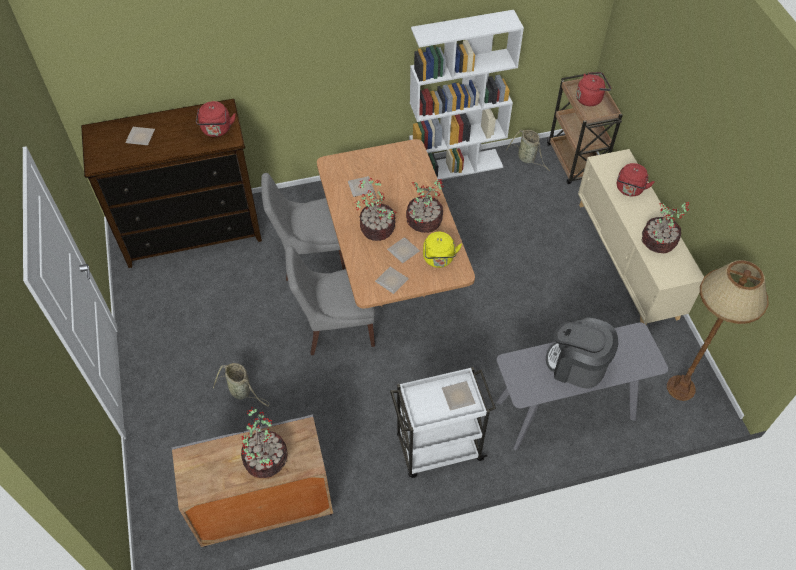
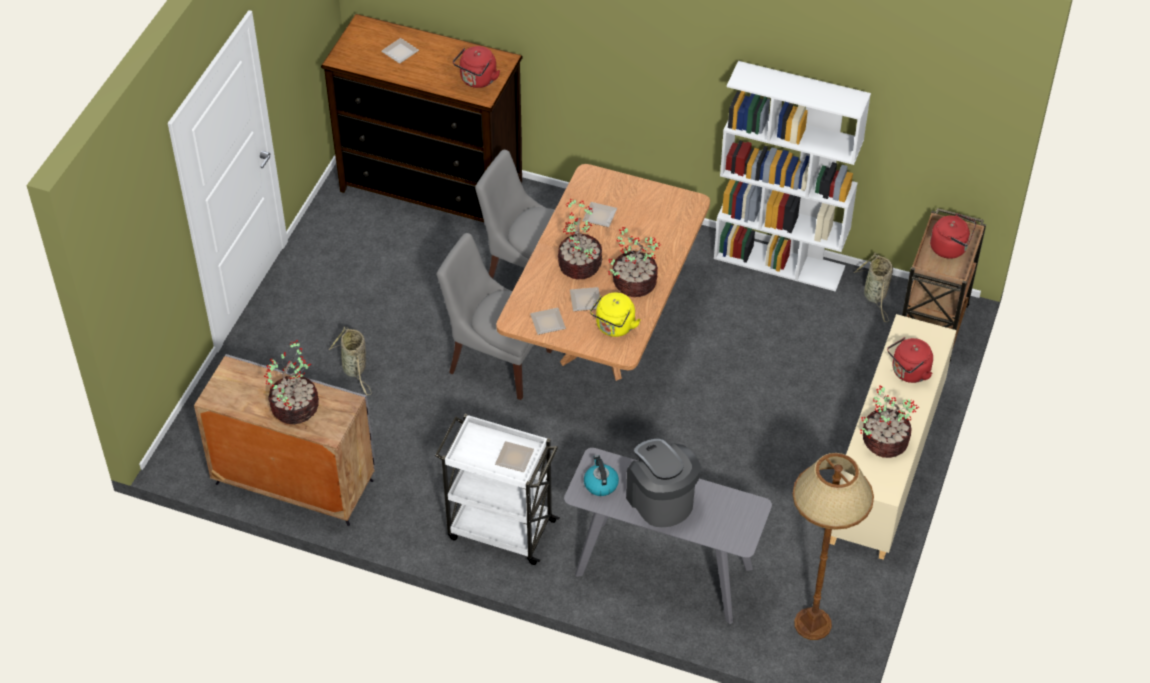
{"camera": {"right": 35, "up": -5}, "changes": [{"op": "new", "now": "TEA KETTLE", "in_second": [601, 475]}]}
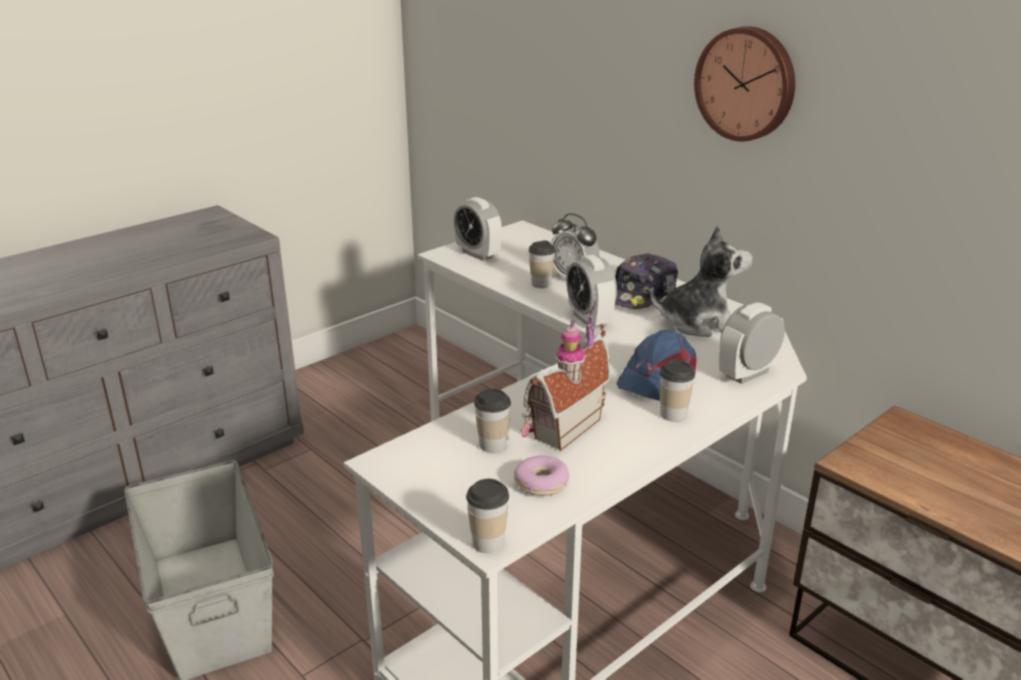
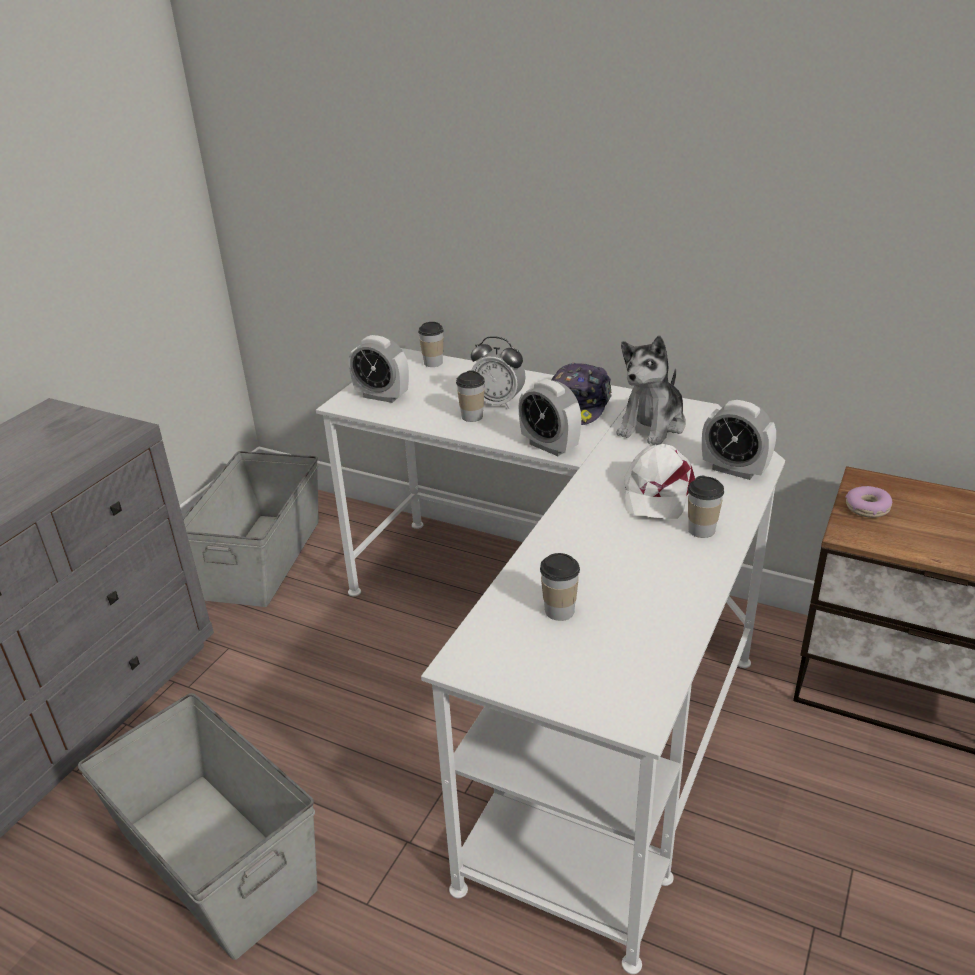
{"camera": {"right": -20, "up": 5}, "changes": [{"op": "shifted", "was": "DRINKING CUP", "in_first": [487, 516], "in_second": [431, 344]}, {"op": "shifted", "was": "RING DOUGHNUT", "in_first": [542, 476], "in_second": [868, 502]}, {"op": "gone", "was": "TOY HOUSE", "in_first": [565, 381]}, {"op": "repainted", "was": "BLUE-COLOURED CAP", "now": "WHITE-COLOURED CAP", "in_first": [656, 365], "in_second": [659, 481]}, {"op": "rotated", "was": "PLUSH TOY", "in_first": [701, 281], "in_second": [651, 390], "clockwise": 150}, {"op": "gone", "was": "HANGING CLOCK", "in_first": [744, 84]}, {"op": "rotated", "was": "ALARM CLOCK", "in_first": [752, 343], "in_second": [739, 440], "clockwise": -90}, {"op": "new", "now": "GRAY STORAGE BIN", "in_second": [251, 529]}]}
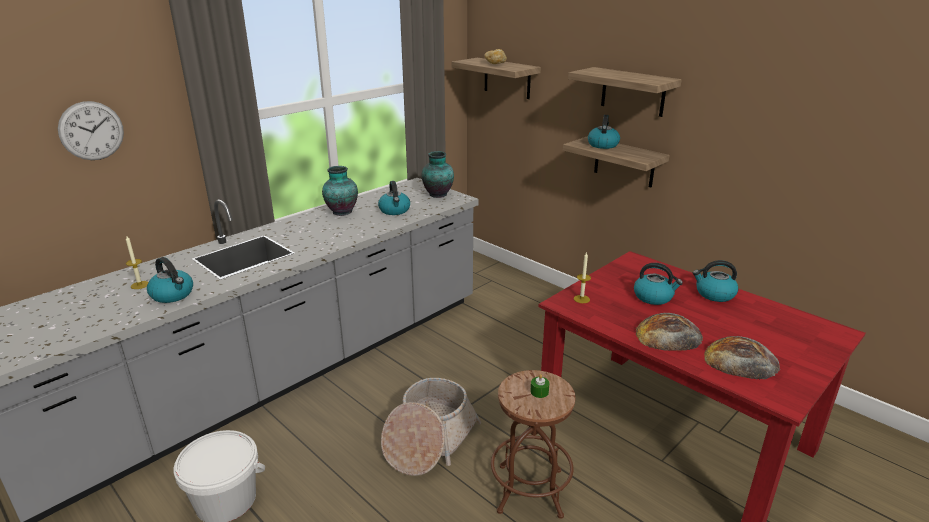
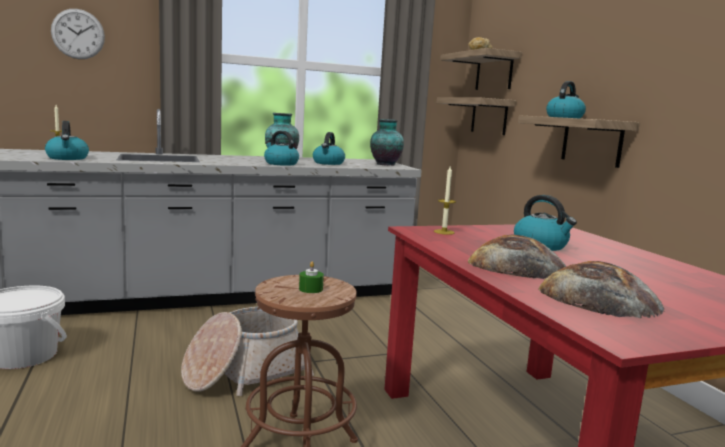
{"camera": {"right": 25, "up": -15}, "changes": [{"op": "shifted", "was": "BRACKET SHELF", "in_first": [625, 92], "in_second": [476, 116]}, {"op": "shifted", "was": "TEA KETTLE", "in_first": [715, 281], "in_second": [281, 148]}]}
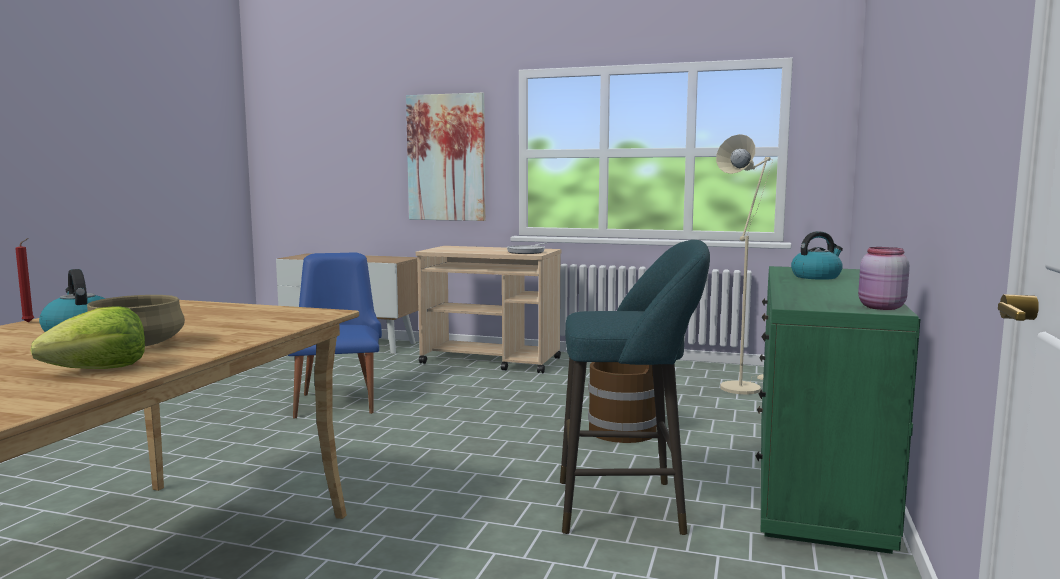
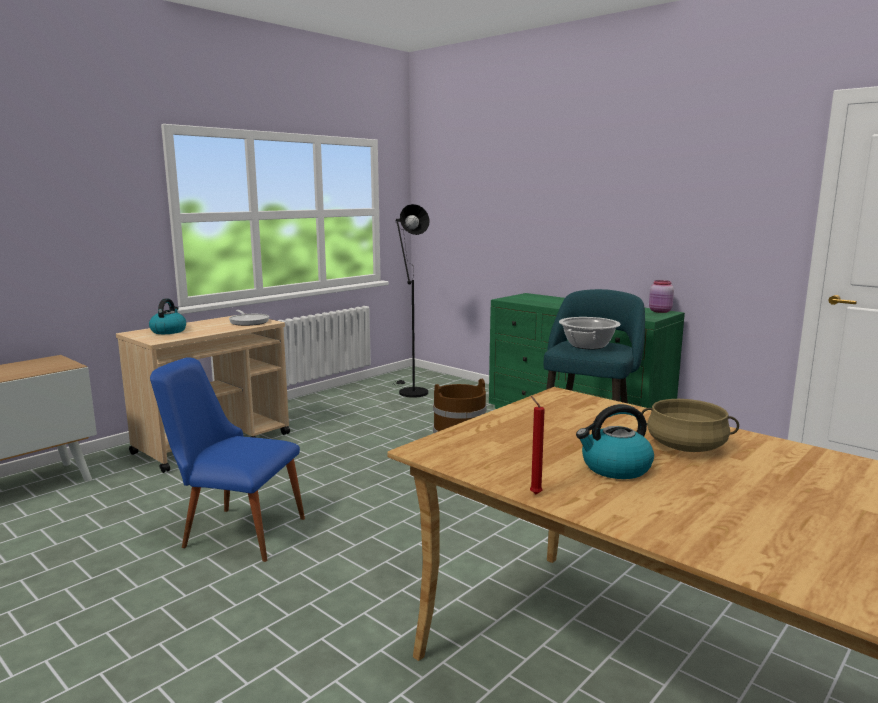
{"camera": {"right": -65, "up": 5}, "changes": [{"op": "gone", "was": "LETTUCE", "in_first": [87, 337]}, {"op": "gone", "was": "WALL ART", "in_first": [445, 157]}, {"op": "repainted", "was": "BEIGE STANDARD LAMP", "now": "BLACK STANDARD LAMP", "in_first": [744, 264], "in_second": [411, 301]}, {"op": "shifted", "was": "TEA KETTLE", "in_first": [817, 255], "in_second": [167, 316]}, {"op": "new", "now": "COOKING POT", "in_second": [590, 333]}]}
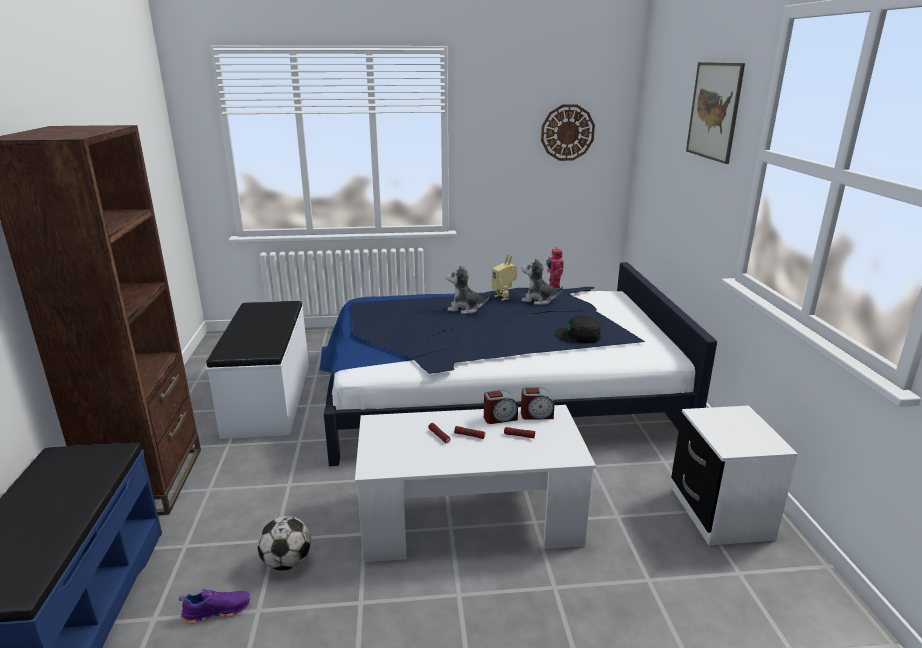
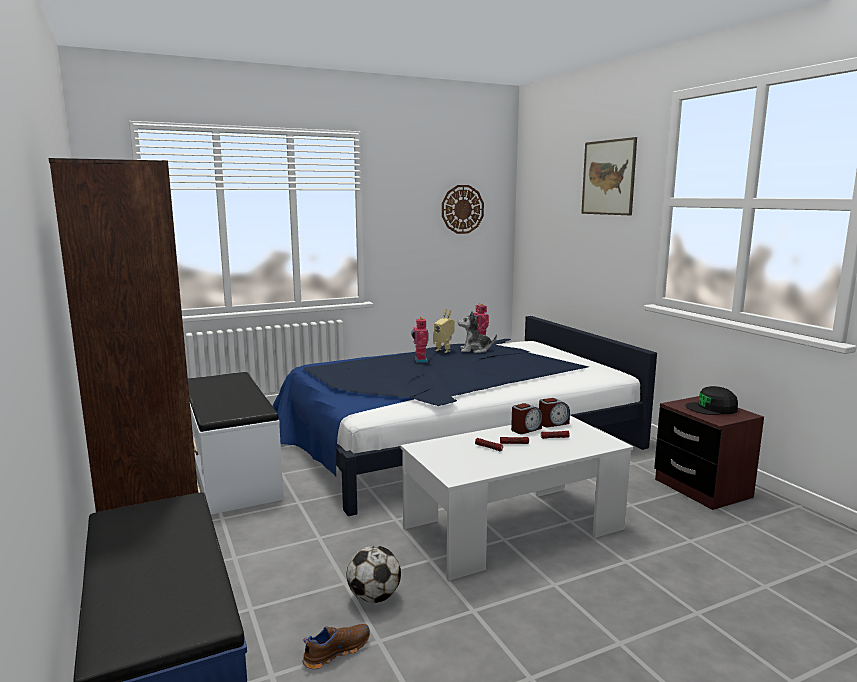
{"camera": {"right": -20, "up": -10}, "changes": [{"op": "repainted", "was": "PURPLE-COLOURED LOW SHOE", "now": "BROWN LOW SHOE", "in_first": [215, 606], "in_second": [336, 646]}, {"op": "swapped", "was": "PLUSH TOY", "now": "MODEL ROBOT", "in_first": [468, 289], "in_second": [420, 340]}, {"op": "shifted", "was": "BLACK CAP", "in_first": [578, 329], "in_second": [711, 400]}, {"op": "repainted", "was": "WHITE-COLOURED BEDSIDE TABLE", "now": "BROWN BEDSIDE TABLE", "in_first": [734, 475], "in_second": [709, 453]}]}
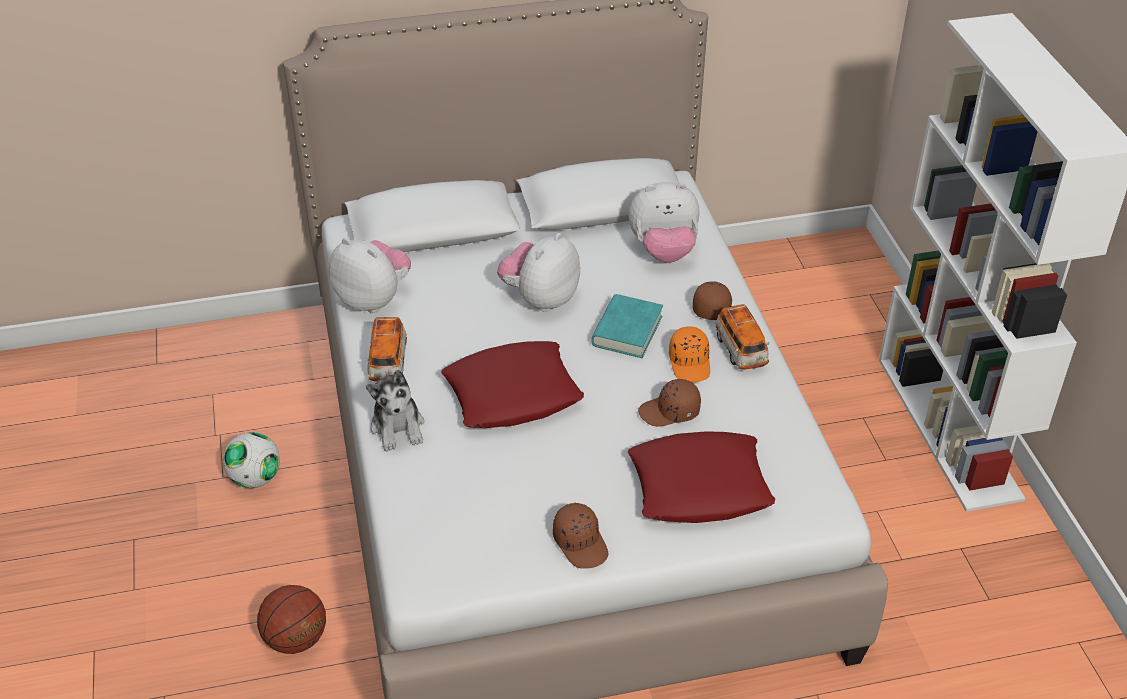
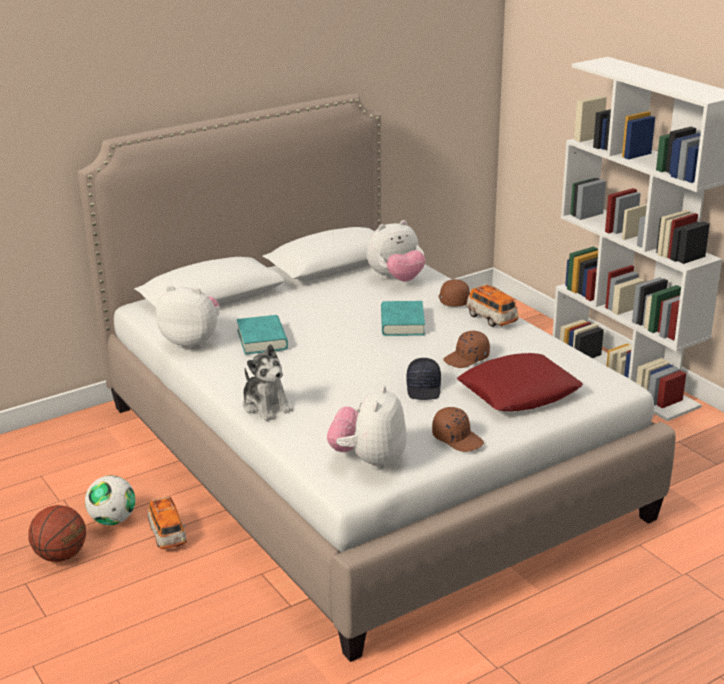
{"camera": {"right": -20, "up": -15}, "changes": [{"op": "shifted", "was": "BASKETBALL", "in_first": [291, 619], "in_second": [57, 533]}, {"op": "shifted", "was": "MODEL CAR", "in_first": [386, 349], "in_second": [167, 522]}, {"op": "gone", "was": "REDDISH CUSHION", "in_first": [512, 384]}, {"op": "shifted", "was": "PLUSH TOY", "in_first": [538, 272], "in_second": [367, 428]}, {"op": "gone", "was": "ORANGE CAP", "in_first": [689, 354]}, {"op": "new", "now": "BLUE-GREEN VOLUME", "in_second": [262, 335]}, {"op": "new", "now": "BLACK CAP", "in_second": [424, 379]}]}
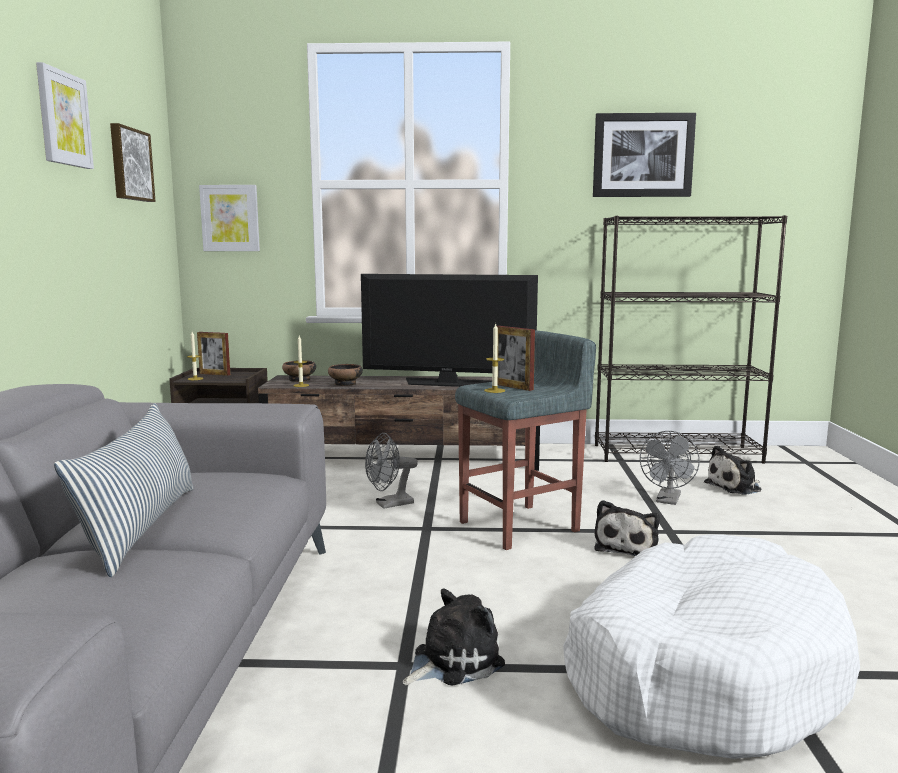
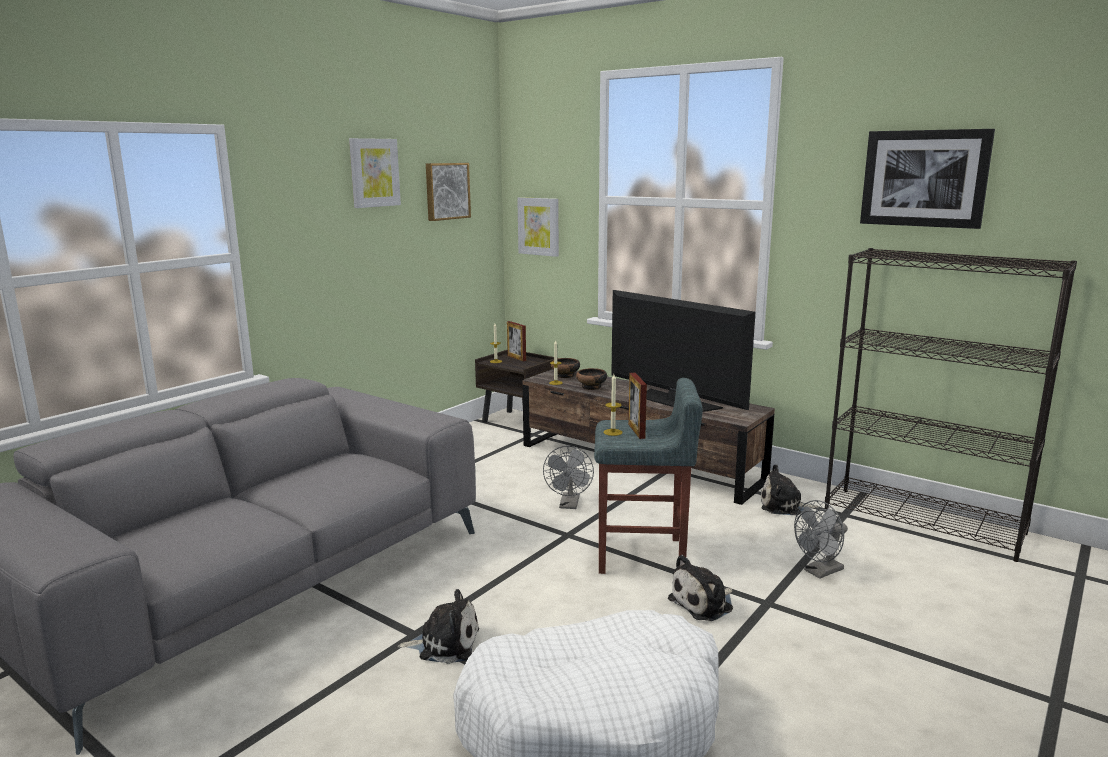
{"camera": {"right": 35, "up": 5}, "changes": [{"op": "gone", "was": "CUSHION", "in_first": [124, 490]}, {"op": "rotated", "was": "GRAY FAN", "in_first": [391, 471], "in_second": [568, 477], "clockwise": -90}, {"op": "shifted", "was": "PLUSH TOY", "in_first": [733, 470], "in_second": [790, 490]}]}
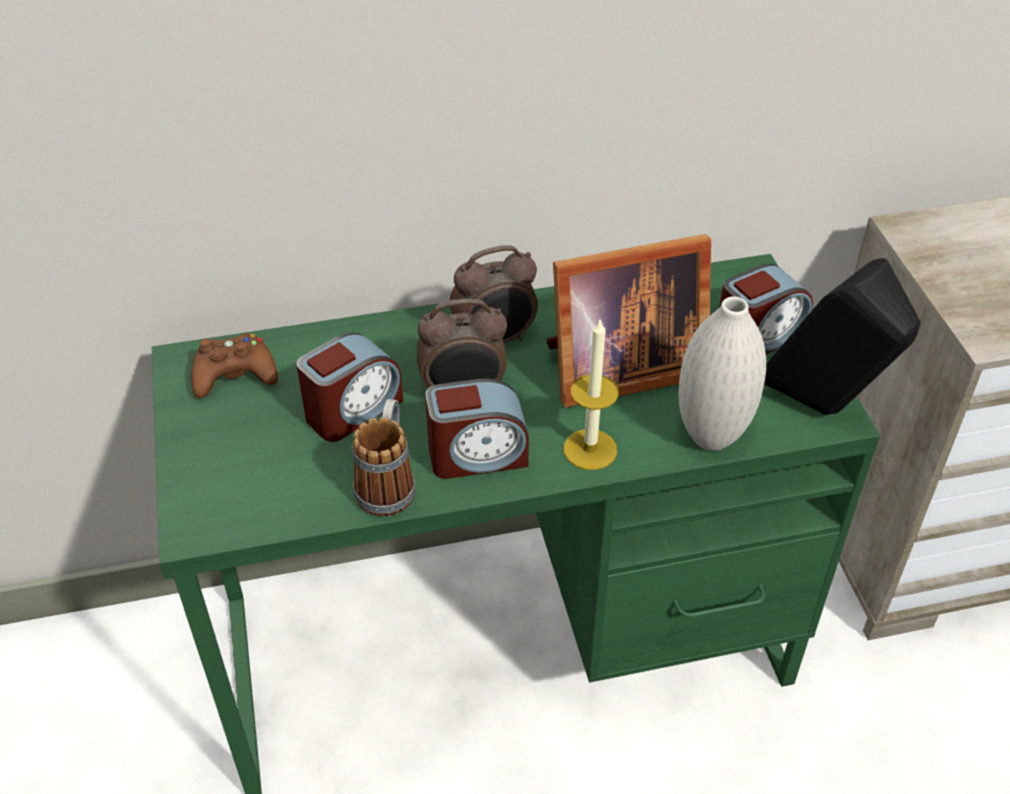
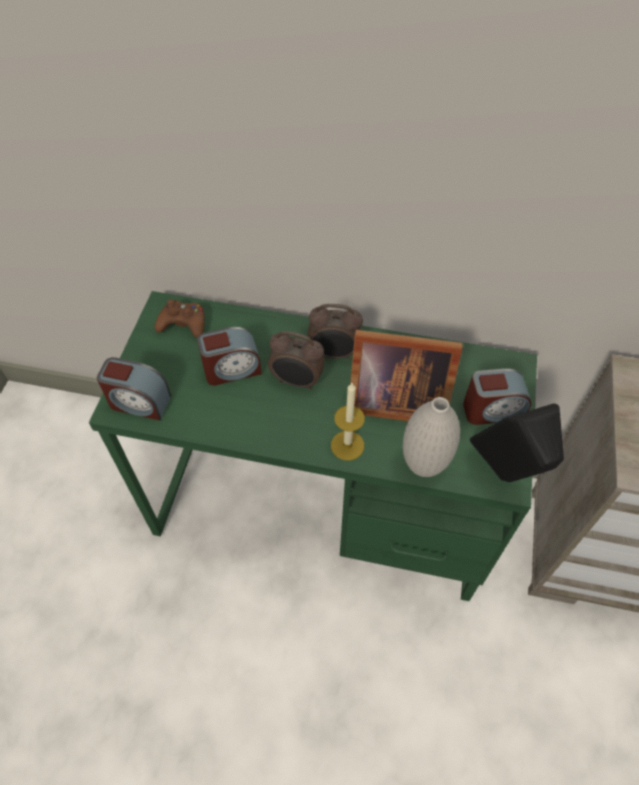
{"camera": {"right": 25, "up": 10}, "changes": [{"op": "gone", "was": "MUG", "in_first": [384, 457]}, {"op": "shifted", "was": "ALARM CLOCK", "in_first": [477, 428], "in_second": [134, 388]}]}
